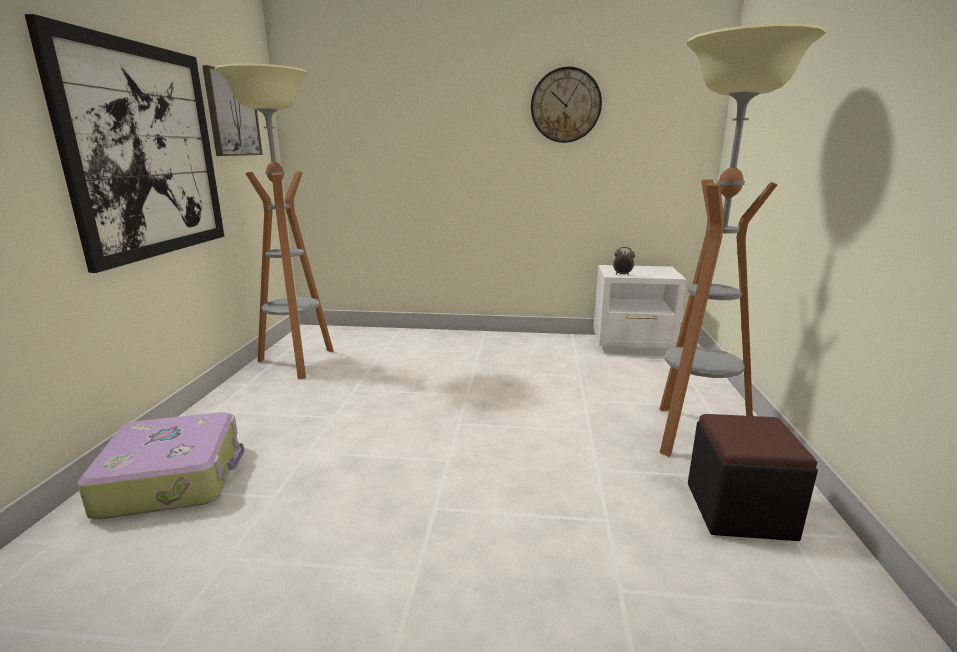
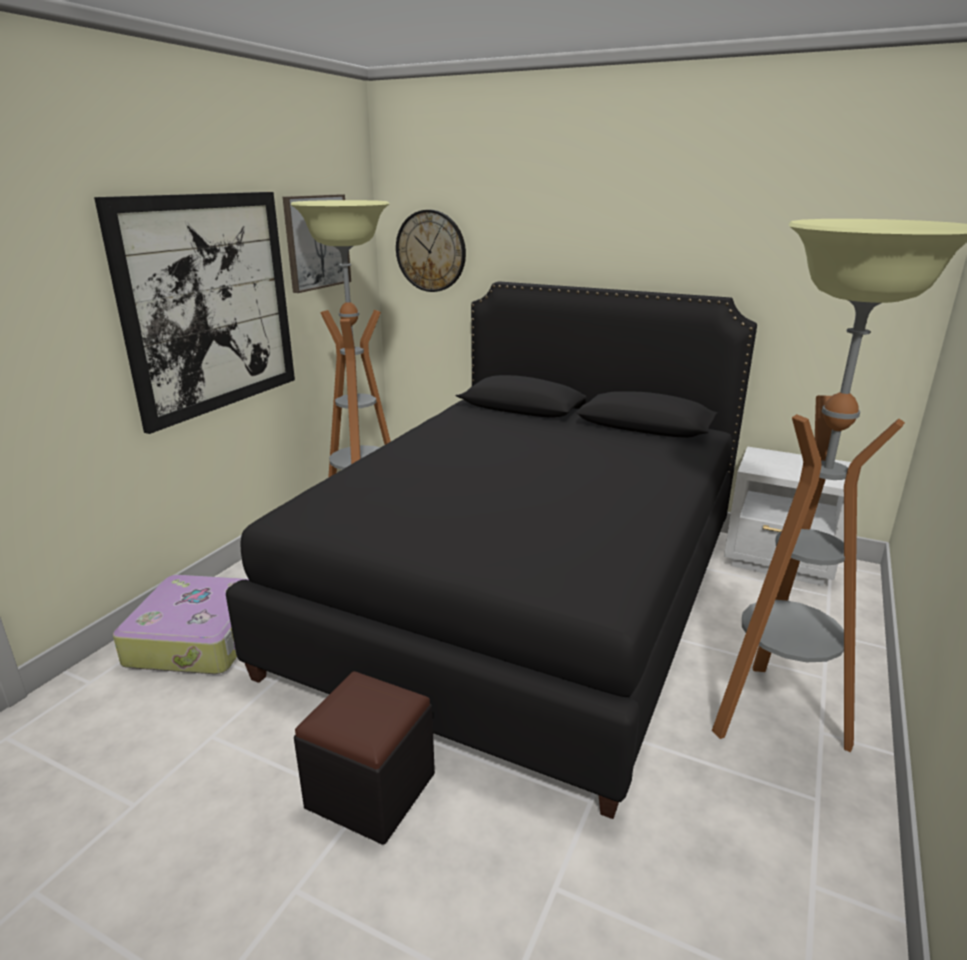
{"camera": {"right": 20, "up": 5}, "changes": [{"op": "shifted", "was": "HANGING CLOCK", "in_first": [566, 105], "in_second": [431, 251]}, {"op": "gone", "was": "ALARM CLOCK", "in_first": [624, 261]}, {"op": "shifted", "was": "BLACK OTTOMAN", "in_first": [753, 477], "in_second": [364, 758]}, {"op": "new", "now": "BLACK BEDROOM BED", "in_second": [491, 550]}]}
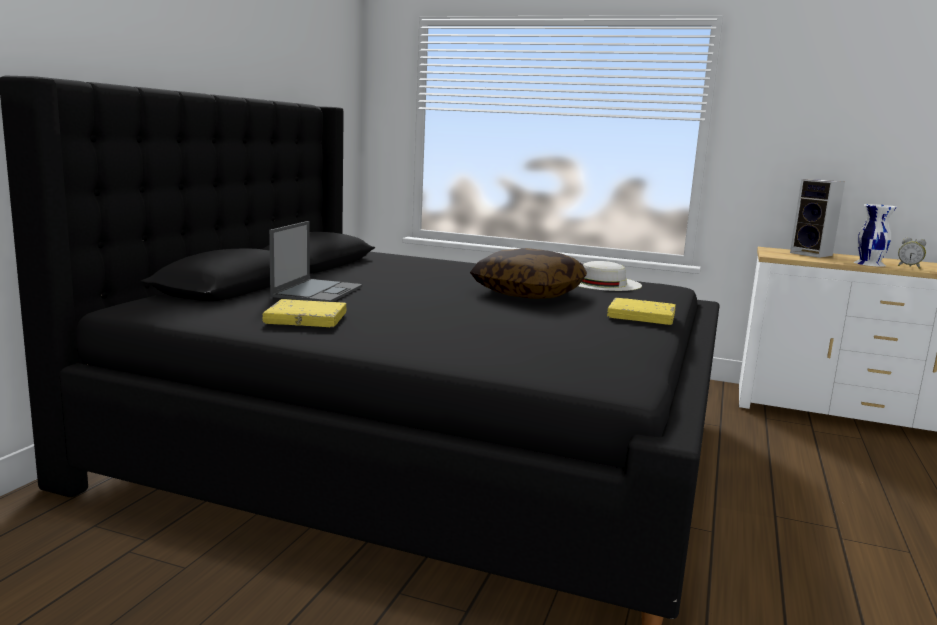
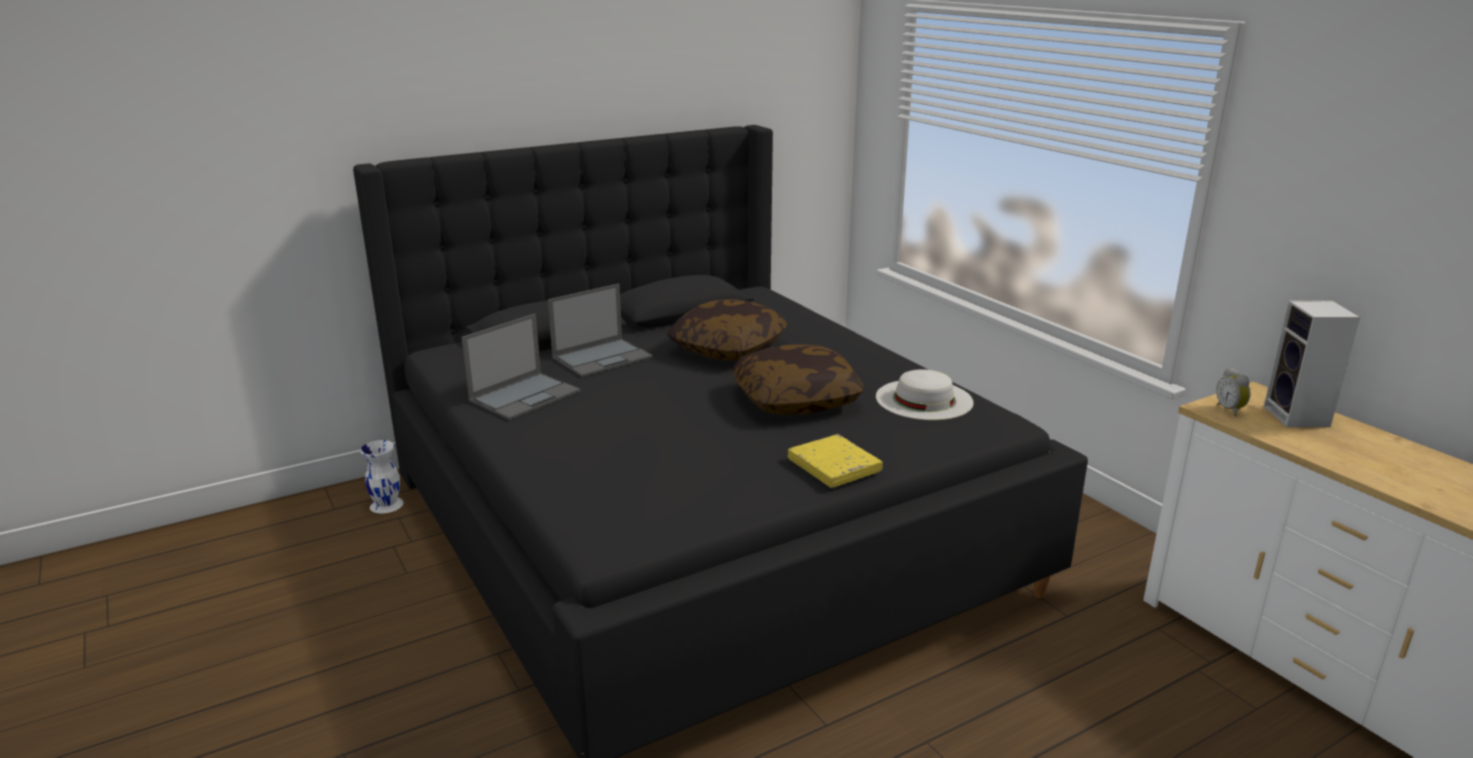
{"camera": {"right": 40, "up": 10}, "changes": [{"op": "swapped", "was": "YELLOWISH VOLUME", "now": "LAPTOP", "in_first": [304, 313], "in_second": [520, 367]}, {"op": "shifted", "was": "WHITE-COLOURED FLOWER VASE", "in_first": [875, 235], "in_second": [382, 476]}, {"op": "shifted", "was": "ALARM CLOCK", "in_first": [912, 253], "in_second": [1233, 391]}, {"op": "new", "now": "CUSHION", "in_second": [727, 330]}]}
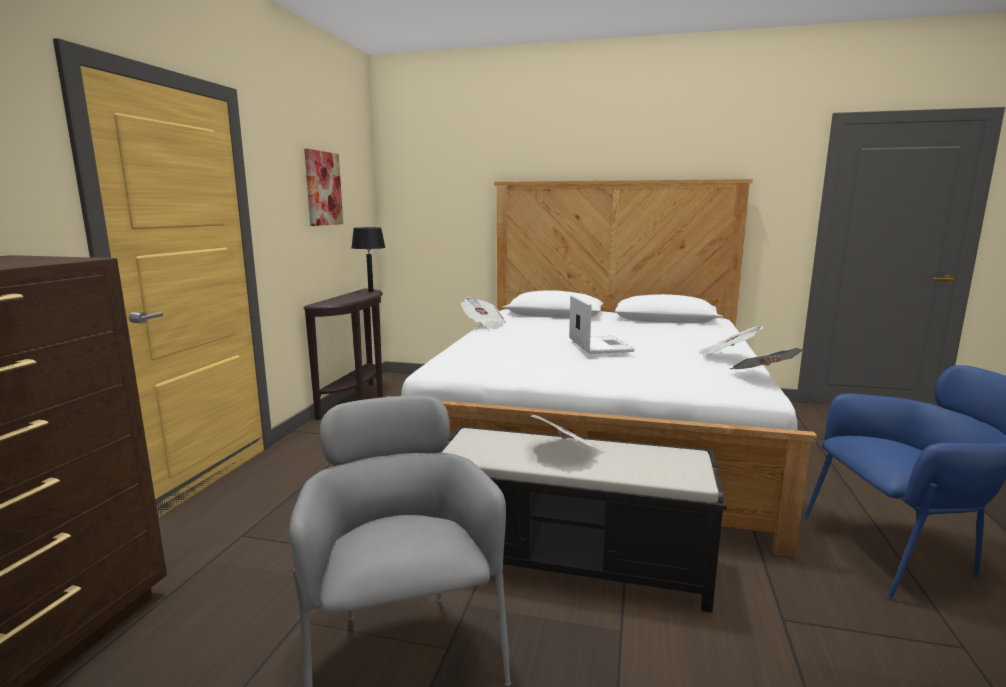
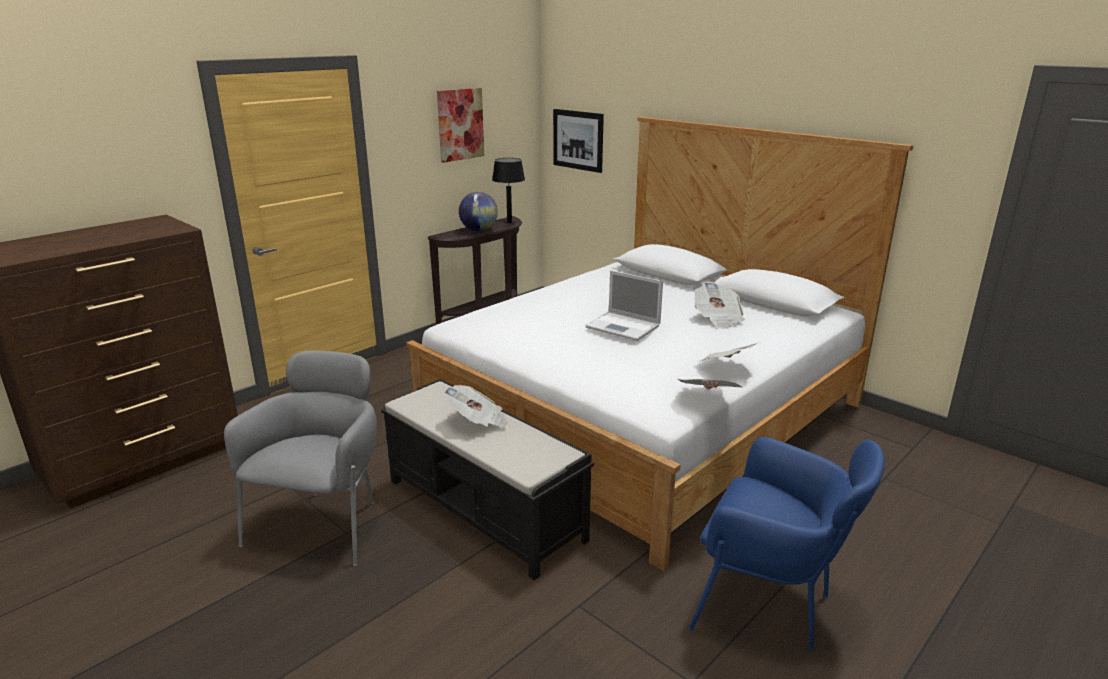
{"camera": {"right": 30, "up": 10}, "changes": [{"op": "shifted", "was": "DAILY PAPER", "in_first": [483, 313], "in_second": [719, 305]}, {"op": "rotated", "was": "LAPTOP", "in_first": [602, 324], "in_second": [624, 305], "clockwise": 105}, {"op": "new", "now": "WORLD GLOBE", "in_second": [478, 211]}, {"op": "new", "now": "WALL ART", "in_second": [578, 141]}]}
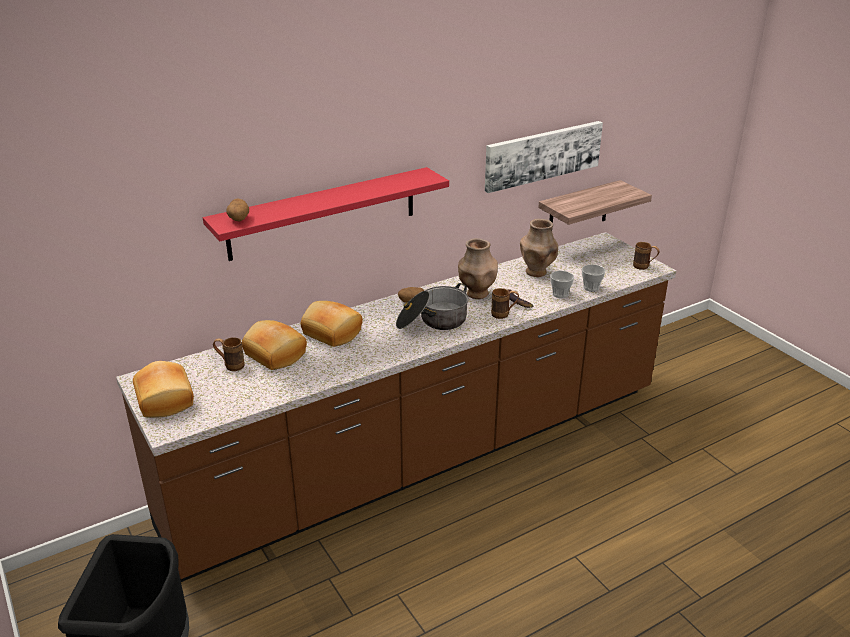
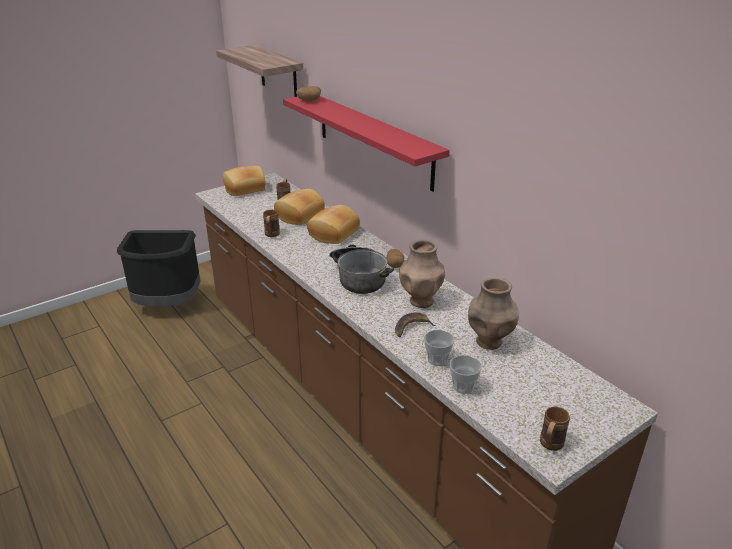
{"camera": {"right": 85, "up": 0}, "changes": [{"op": "gone", "was": "WALL ART", "in_first": [544, 157]}, {"op": "shifted", "was": "BROWN MUG", "in_first": [505, 303], "in_second": [271, 223]}, {"op": "shifted", "was": "BRACKET SHELF", "in_first": [595, 202], "in_second": [259, 71]}]}
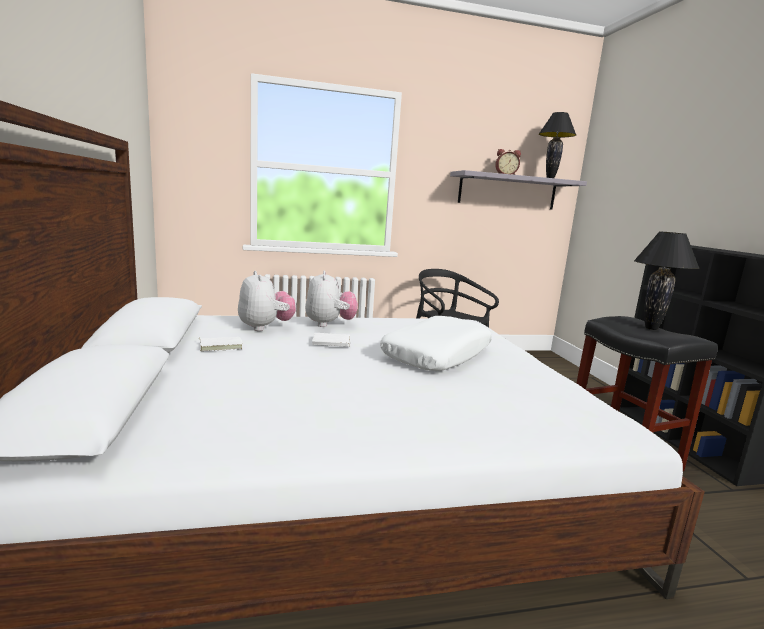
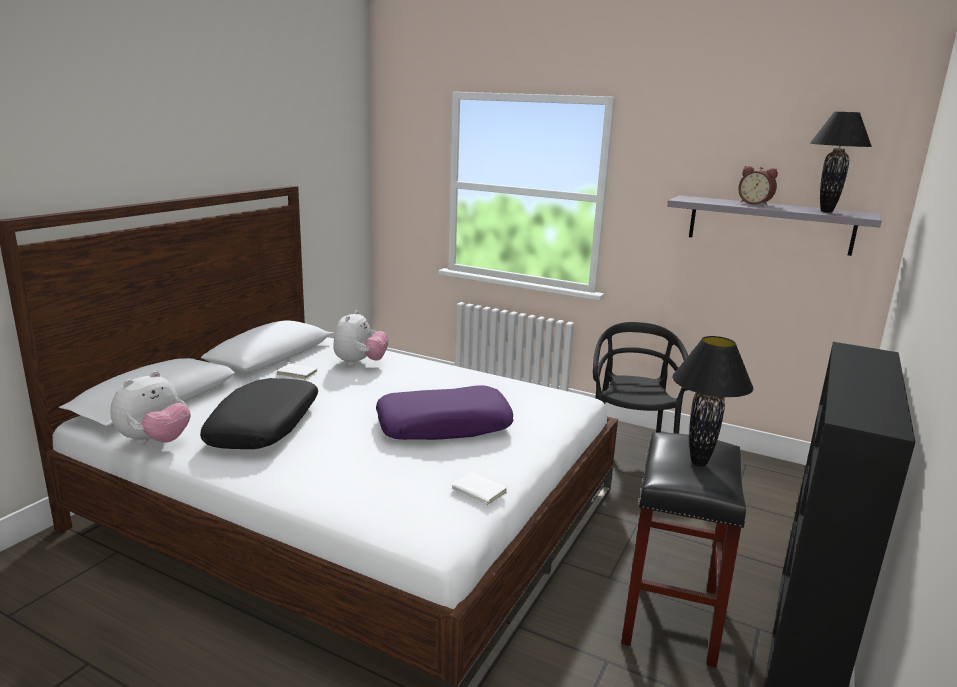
{"camera": {"right": 40, "up": 5}, "changes": [{"op": "shifted", "was": "PLUSH TOY", "in_first": [331, 299], "in_second": [150, 407]}, {"op": "shifted", "was": "WHITE-COLOURED VOLUME", "in_first": [331, 340], "in_second": [479, 489]}, {"op": "repainted", "was": "WHITE-COLOURED CUSHION", "now": "PURPLE-COLOURED CUSHION", "in_first": [436, 343], "in_second": [444, 412]}, {"op": "new", "now": "BLACK CUSHION", "in_second": [259, 413]}]}
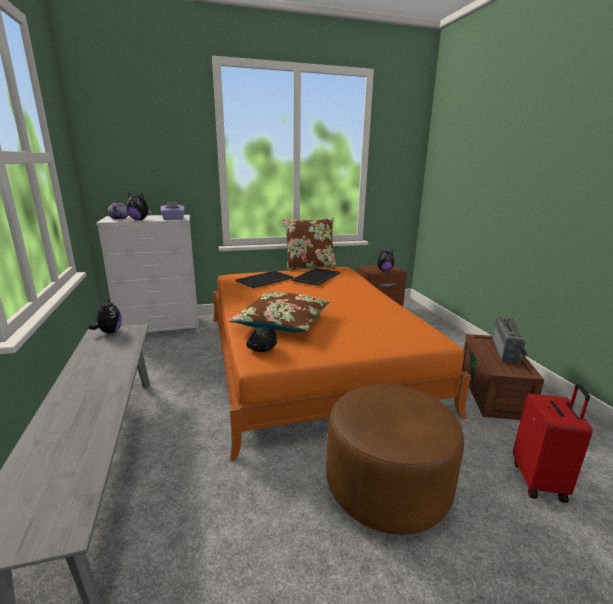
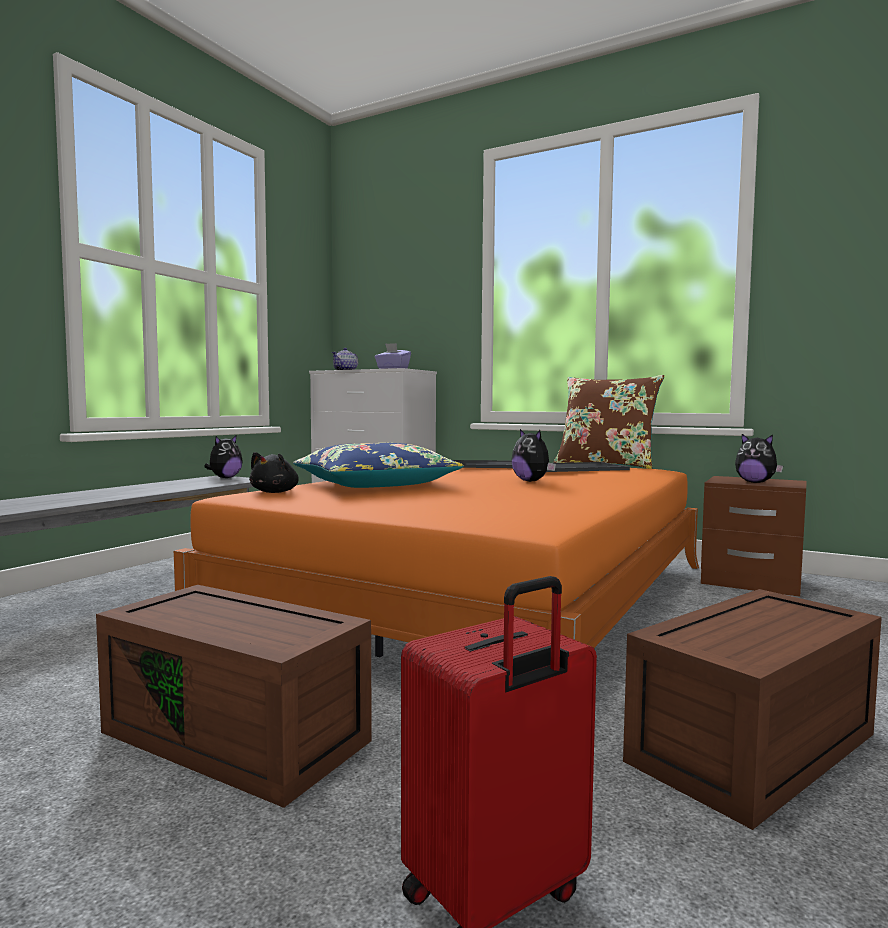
{"camera": {"right": 45, "up": -15}, "changes": [{"op": "shifted", "was": "PLUSH TOY", "in_first": [139, 206], "in_second": [533, 455]}, {"op": "repainted", "was": "BROWN CUSHION", "now": "BLUE-COLOURED CUSHION", "in_first": [279, 312], "in_second": [378, 465]}, {"op": "swapped", "was": "BROWN OTTOMAN", "now": "BROWN STORAGE BIN", "in_first": [395, 459], "in_second": [234, 696]}, {"op": "gone", "was": "RADIO SET", "in_first": [510, 340]}]}
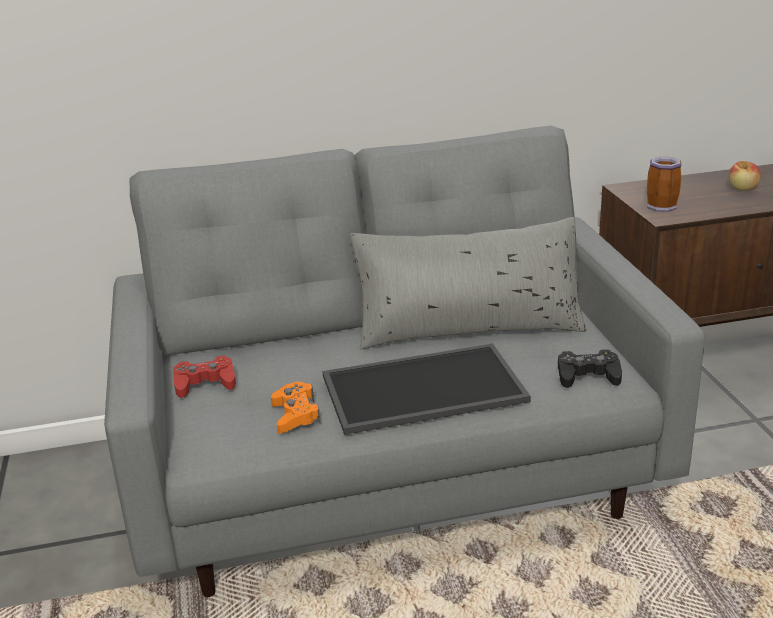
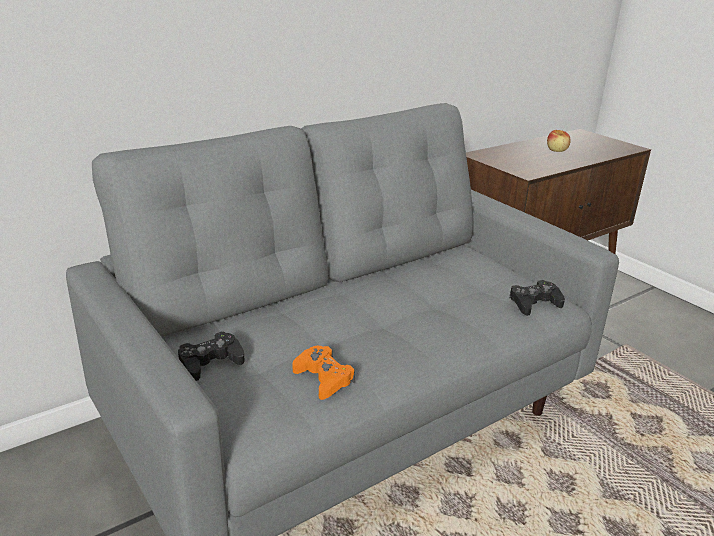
{"camera": {"right": -25, "up": 0}, "changes": [{"op": "repainted", "was": "REDDISH GAMEPAD", "now": "BLACK GAMEPAD", "in_first": [204, 376], "in_second": [211, 356]}, {"op": "gone", "was": "CARRYING TRAY", "in_first": [426, 389]}, {"op": "gone", "was": "GRAY CUSHION", "in_first": [468, 283]}, {"op": "gone", "was": "MUG", "in_first": [664, 184]}]}
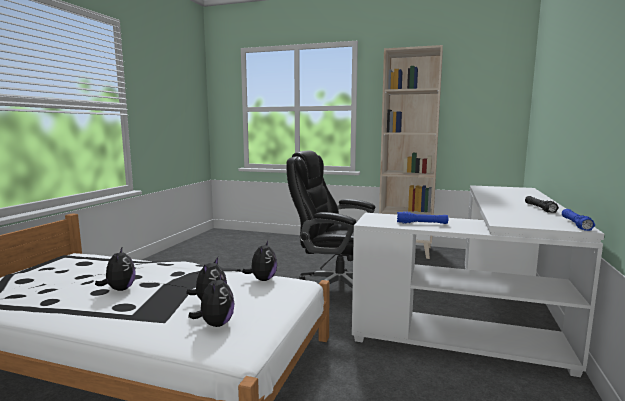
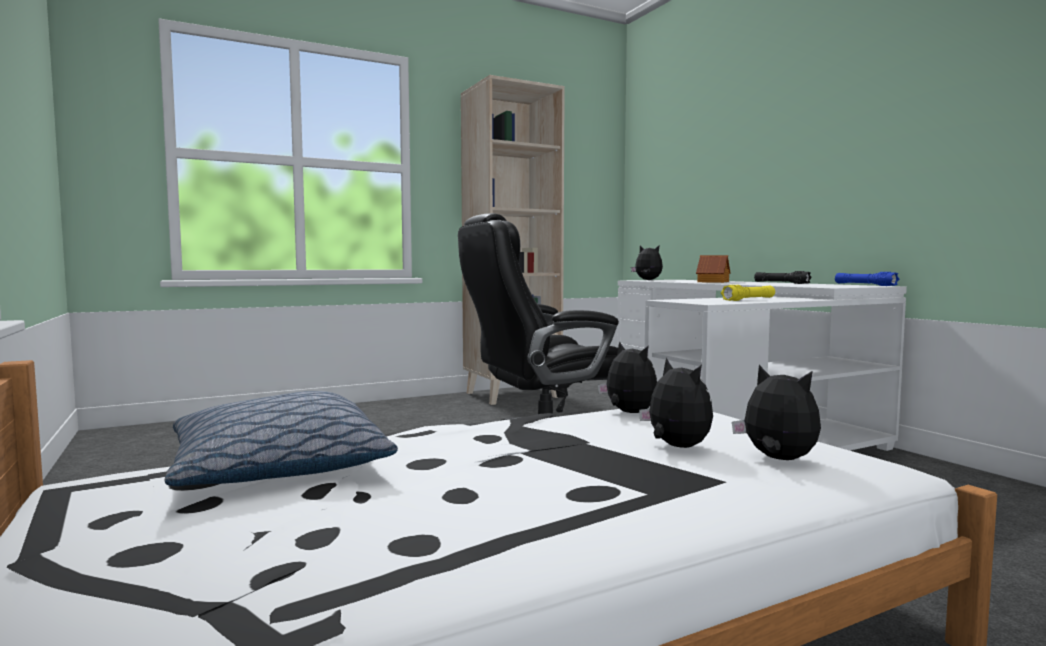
{"camera": {"right": -45, "up": -5}, "changes": [{"op": "shifted", "was": "PLUSH TOY", "in_first": [115, 269], "in_second": [647, 263]}, {"op": "repainted", "was": "BLUE-COLOURED TORCH", "now": "YELLOWISH TORCH", "in_first": [422, 217], "in_second": [748, 293]}, {"op": "new", "now": "CUSHION", "in_second": [281, 438]}, {"op": "new", "now": "TOY HOUSE", "in_second": [713, 269]}]}
